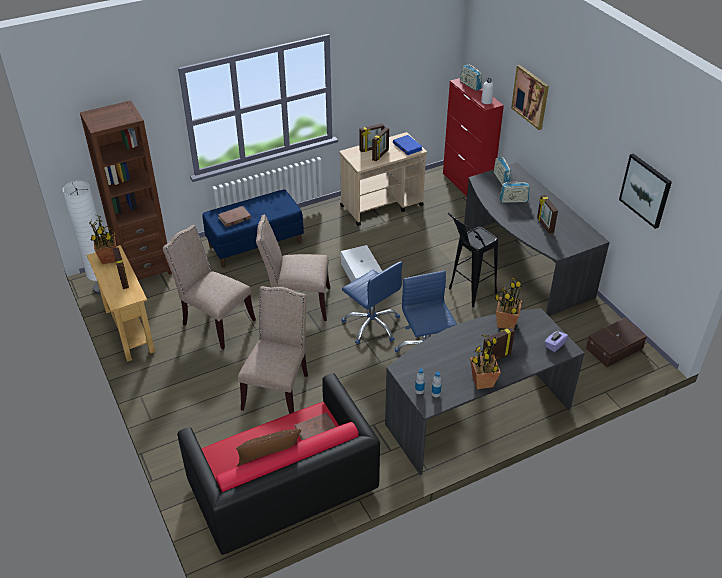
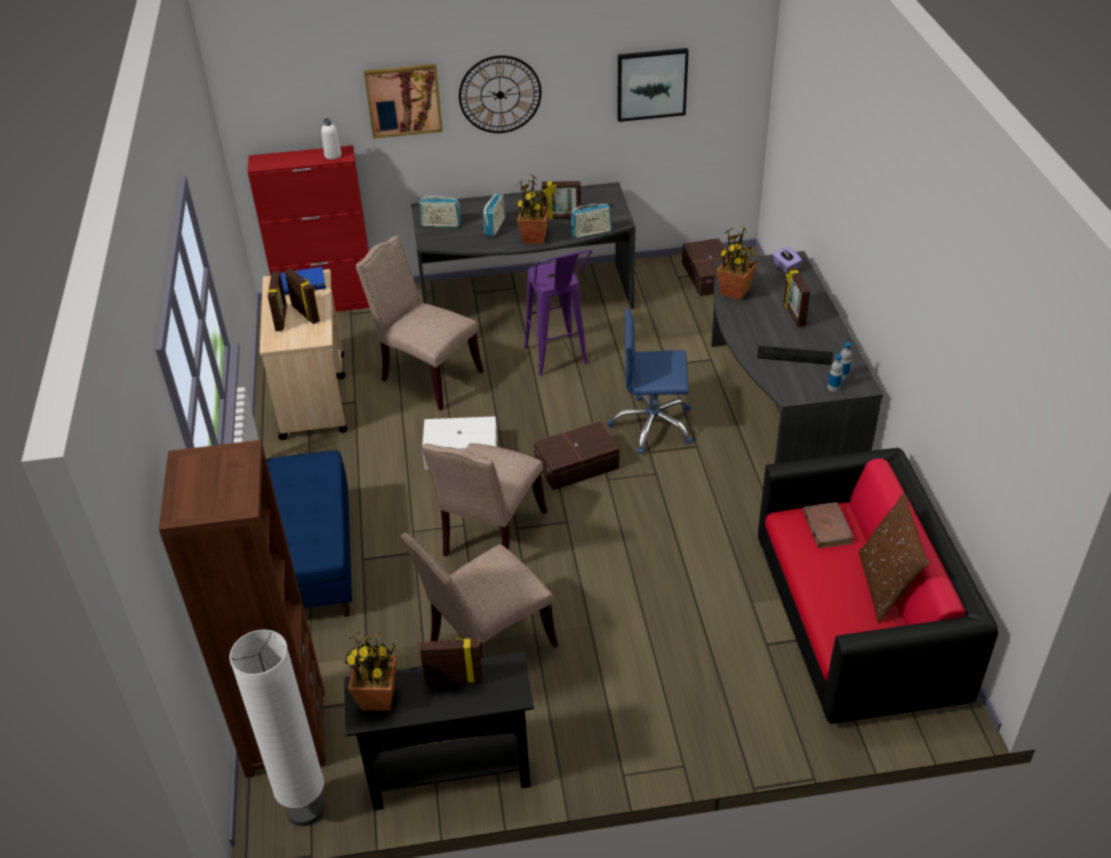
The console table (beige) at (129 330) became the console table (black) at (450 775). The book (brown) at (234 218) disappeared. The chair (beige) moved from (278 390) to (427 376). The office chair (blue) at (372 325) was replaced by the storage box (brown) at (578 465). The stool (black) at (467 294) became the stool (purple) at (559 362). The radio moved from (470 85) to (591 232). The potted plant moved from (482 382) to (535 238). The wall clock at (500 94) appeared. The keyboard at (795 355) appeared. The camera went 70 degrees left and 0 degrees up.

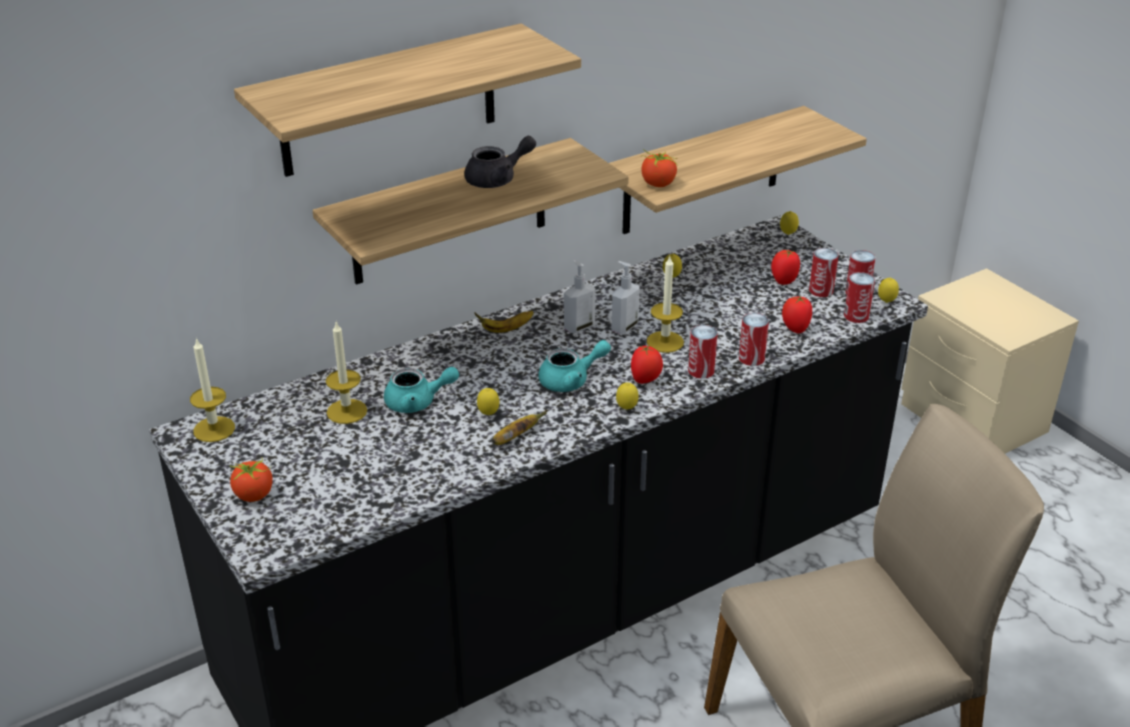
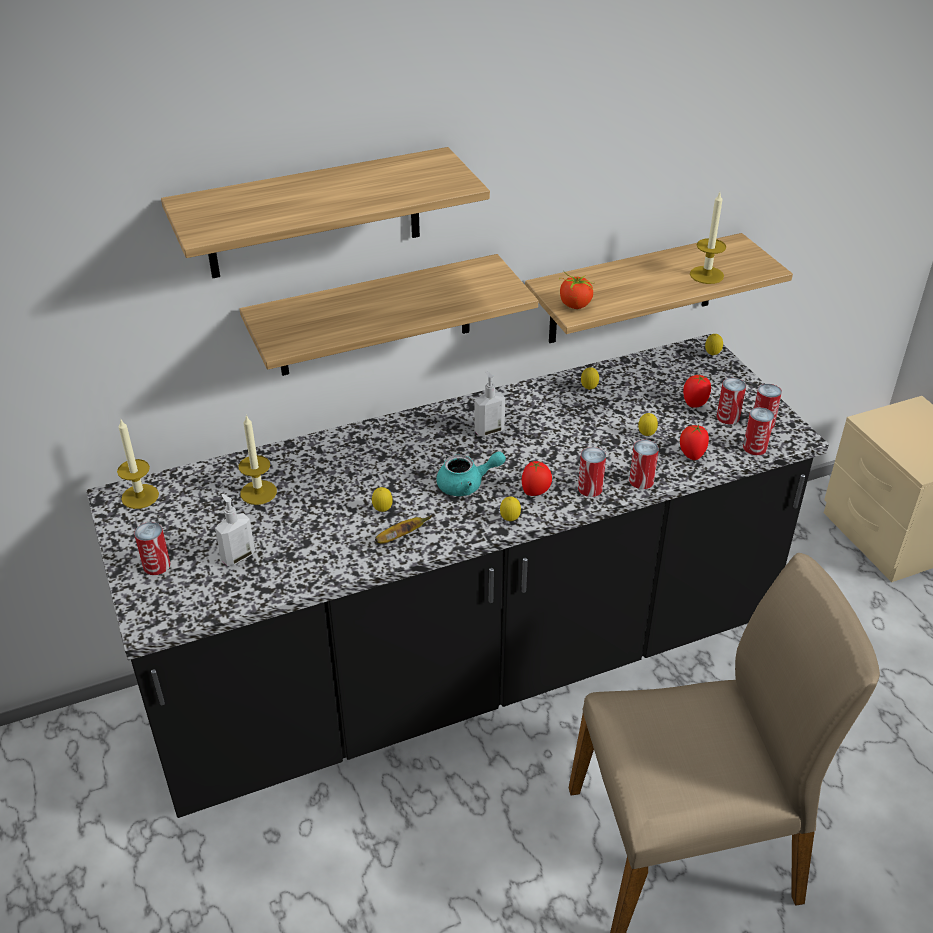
The tomato at (254 495) was replaced by the can at (156 565). The teapot (turquoise) at (418 402) disappeared. The teapot (grey) at (498 179) disappeared. The banana at (506 329) disappeared. The soap dispenser moved from (624 327) to (238 556). The candle moved from (665 342) to (706 275). The lemon moved from (886 302) to (646 435). The camera went 10 degrees right and 5 degrees up.

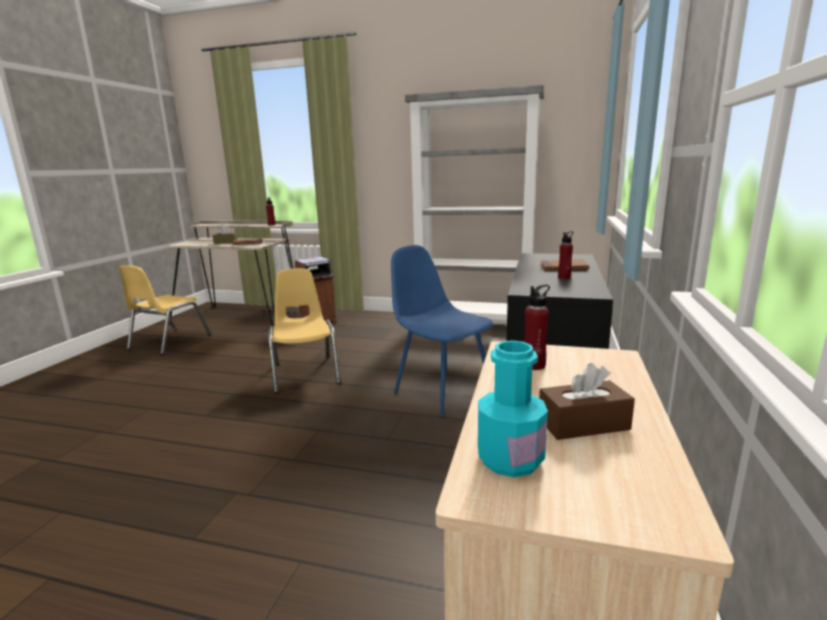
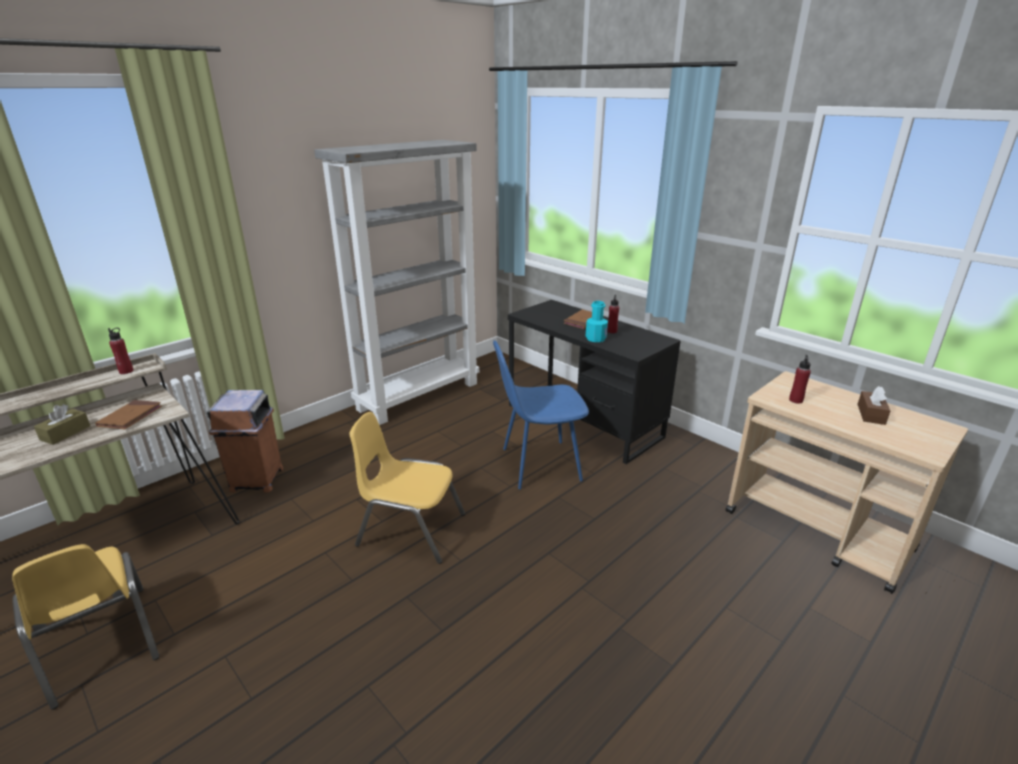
The bottle (turquoise) moved from (510 459) to (595 338). The camera went 60 degrees left and 10 degrees up.

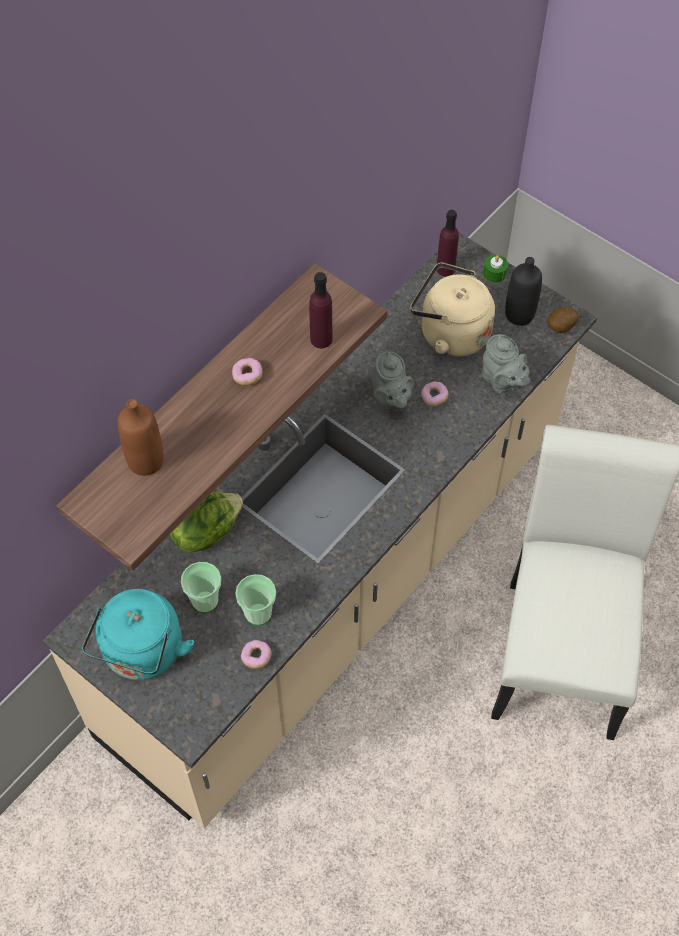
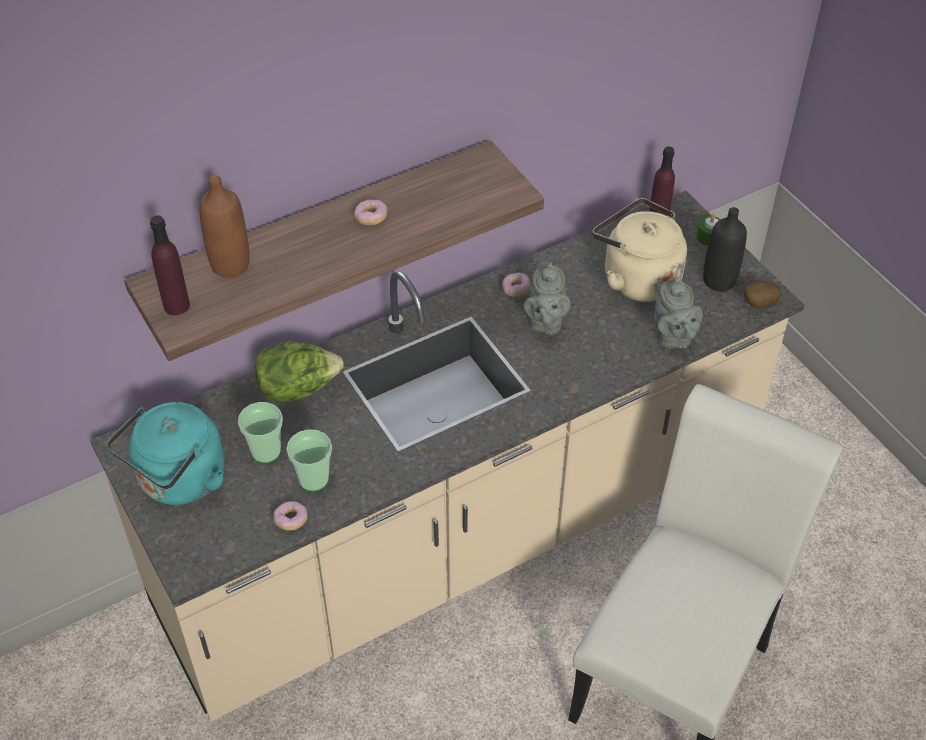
The bottle (purple) moved from (321 339) to (176 305). The donut moved from (434 397) to (516 289). The camera went 20 degrees right and 10 degrees down.

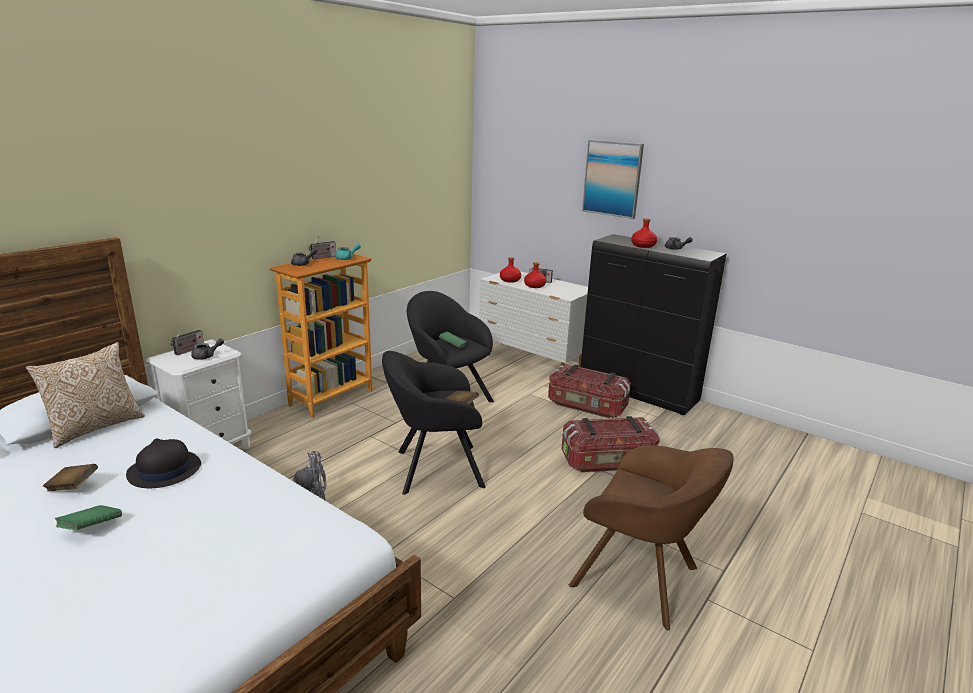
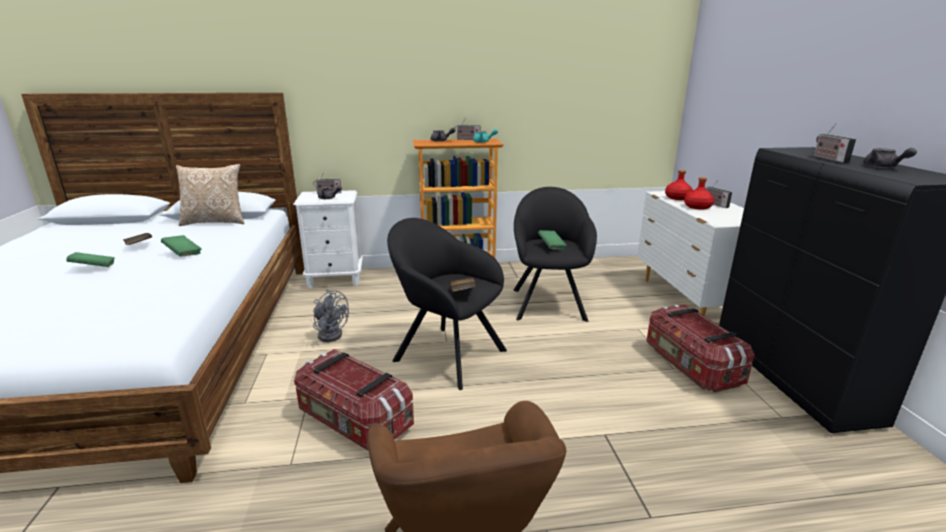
The hat (black) at (164 470) was replaced by the book (green) at (183 254). The storage box moved from (608 462) to (354 421). The picture at (612 179) disappeared. The bottle (red) at (643 245) was replaced by the radio at (828 159). The camera went 45 degrees right and 0 degrees up.

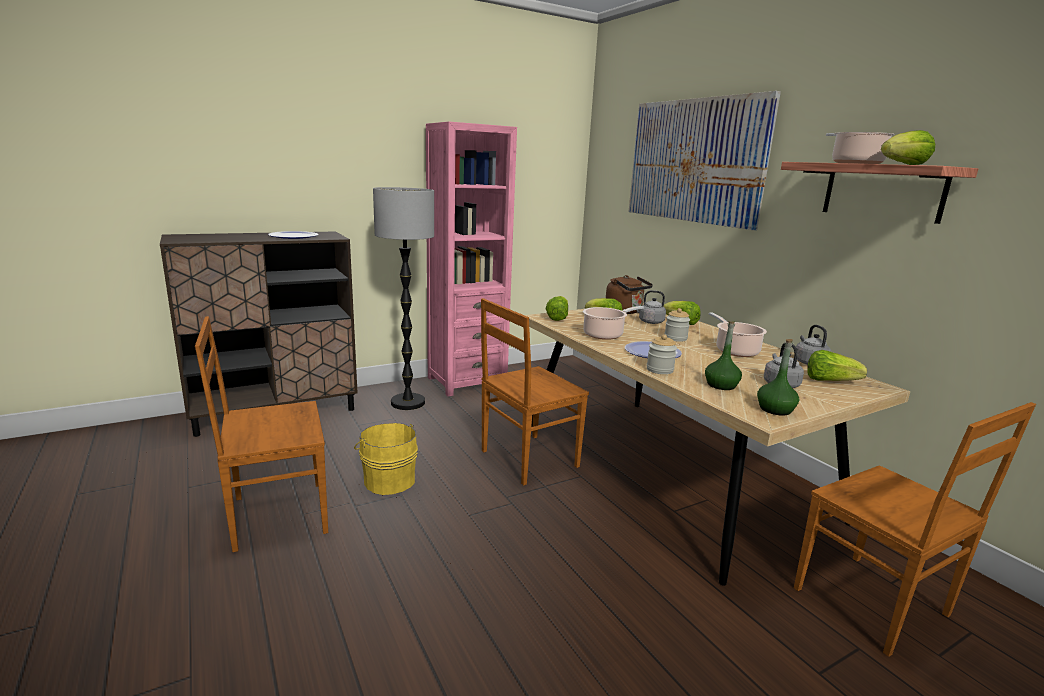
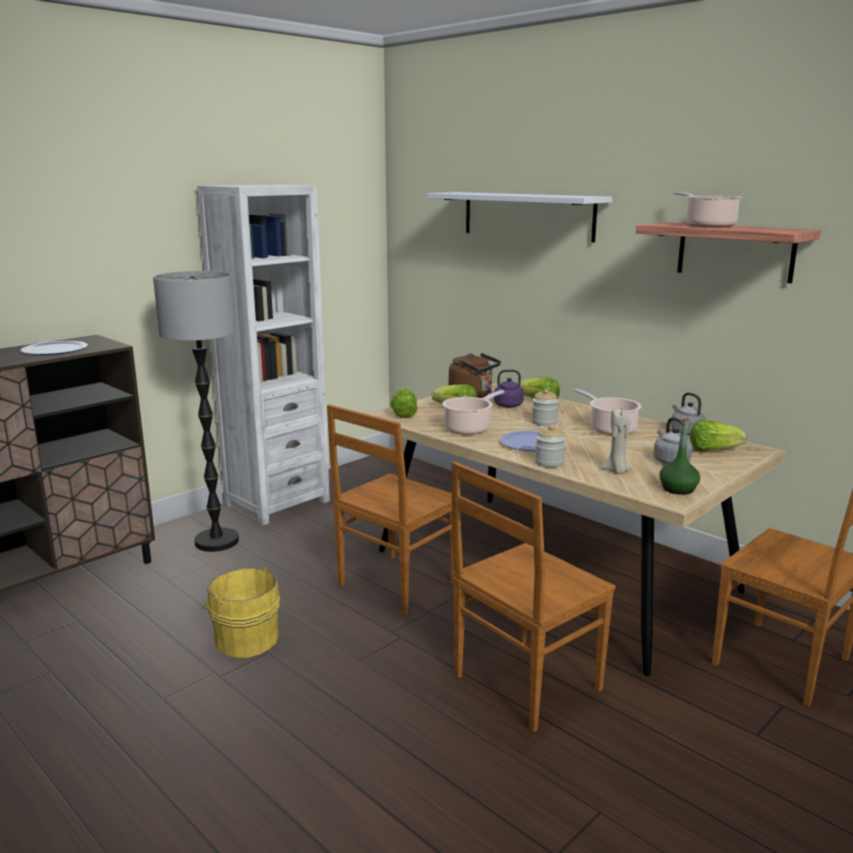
The chair (brown) moved from (276 515) to (524 684). The bookcase (pink) at (466 382) became the bookcase (white) at (277 503). The picture at (694 161) was replaced by the shelf (white) at (527 215). The kettle (grey) at (649 322) became the kettle (purple) at (506 405). The bottle (green) at (721 385) was replaced by the candle (beige) at (616 471). The lettuce at (904 164) disappeared. The camera went 15 degrees left and 0 degrees up.

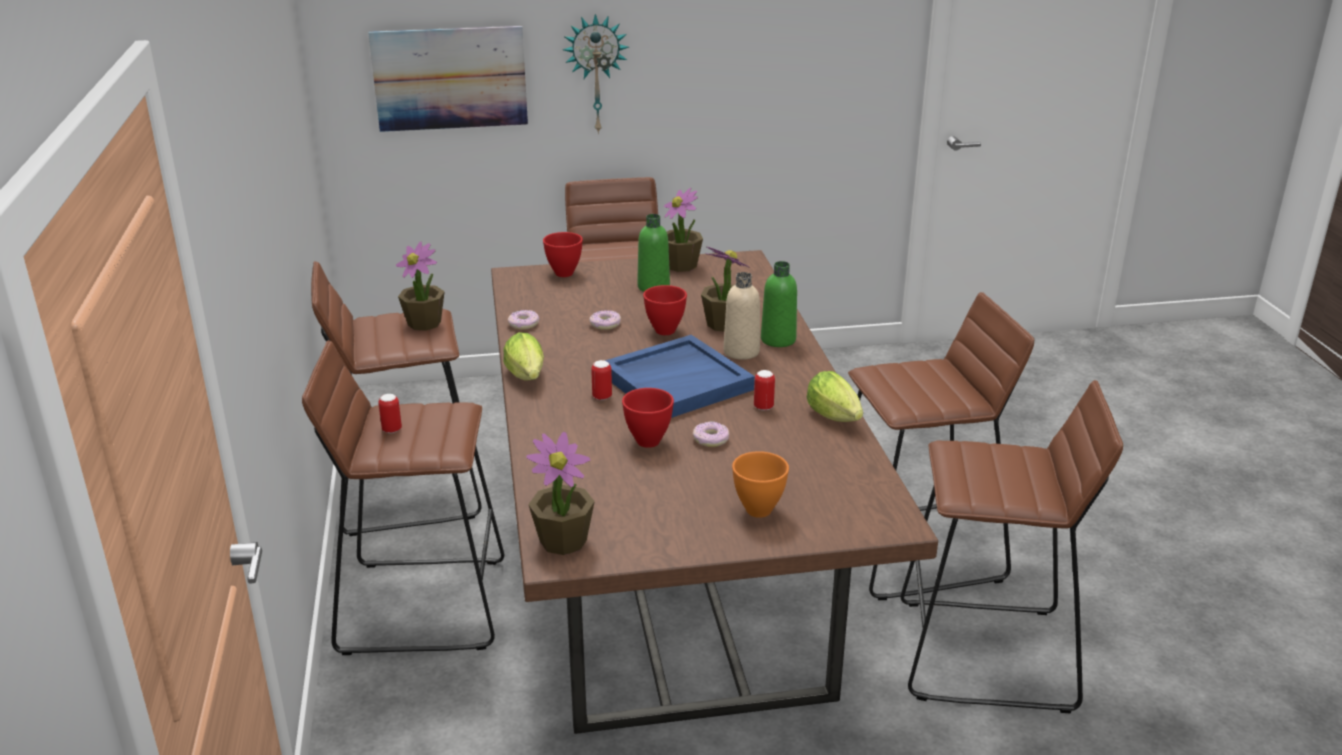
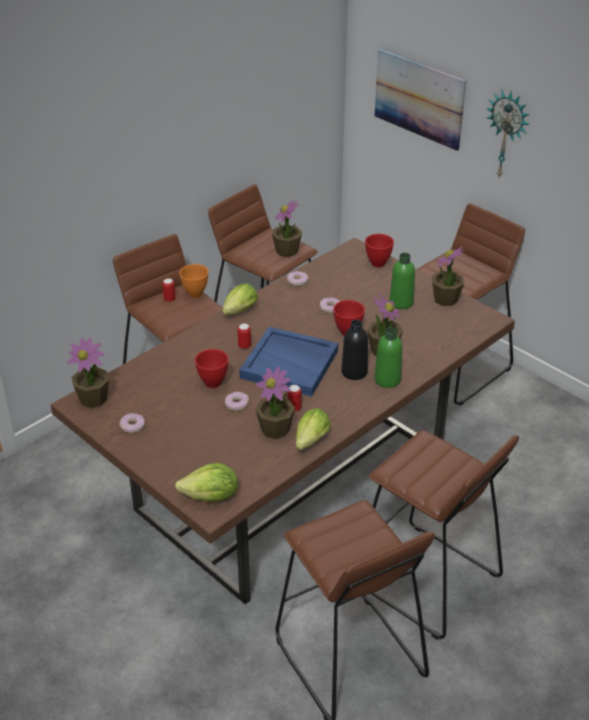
The bottle (beige) at (741 352) became the bottle (black) at (354 372). The bowl (orange) moved from (760 509) to (196 294). The donut at (132 426) appeared. The lettuce at (211 497) appeared. The potted plant at (275 429) appeared. The camera went 55 degrees right and 10 degrees up.

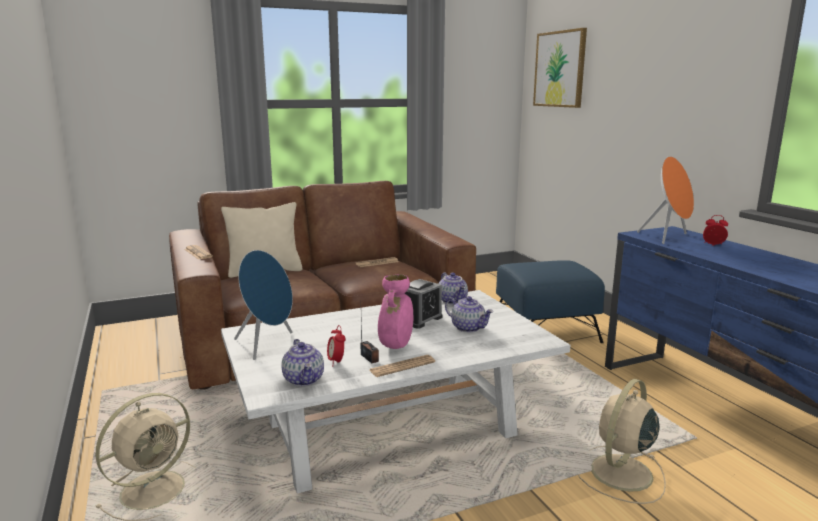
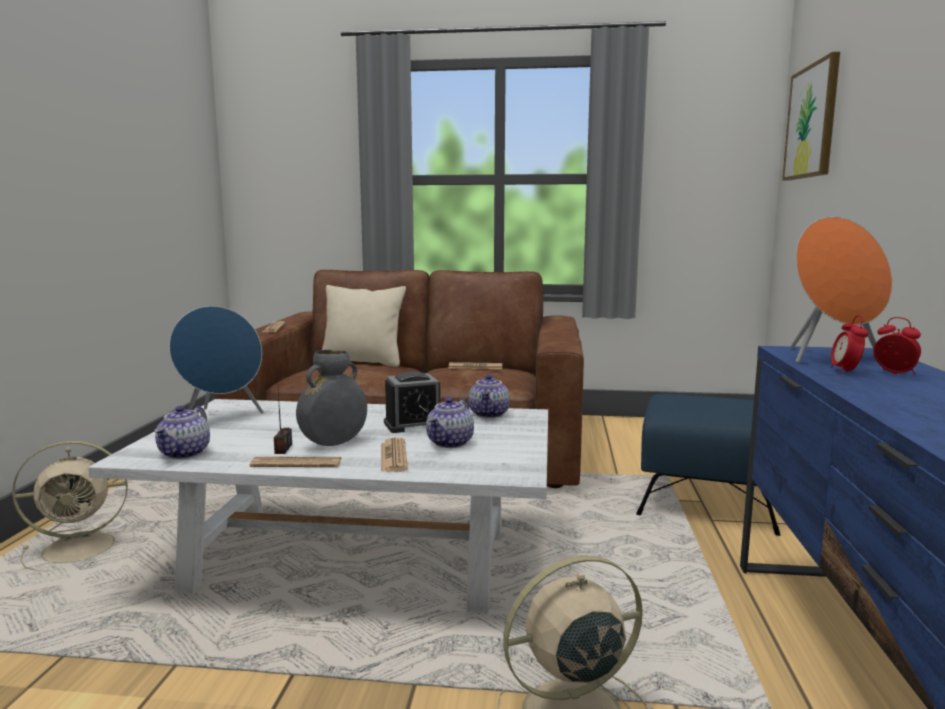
The alarm clock moved from (336 362) to (845 372). The vase (pink) at (396 346) became the vase (grey) at (333 444). The teapot at (468 328) turned 45 degrees clockwise. The newspaper at (393 456) appeared. The camera went 30 degrees right and 5 degrees down.

